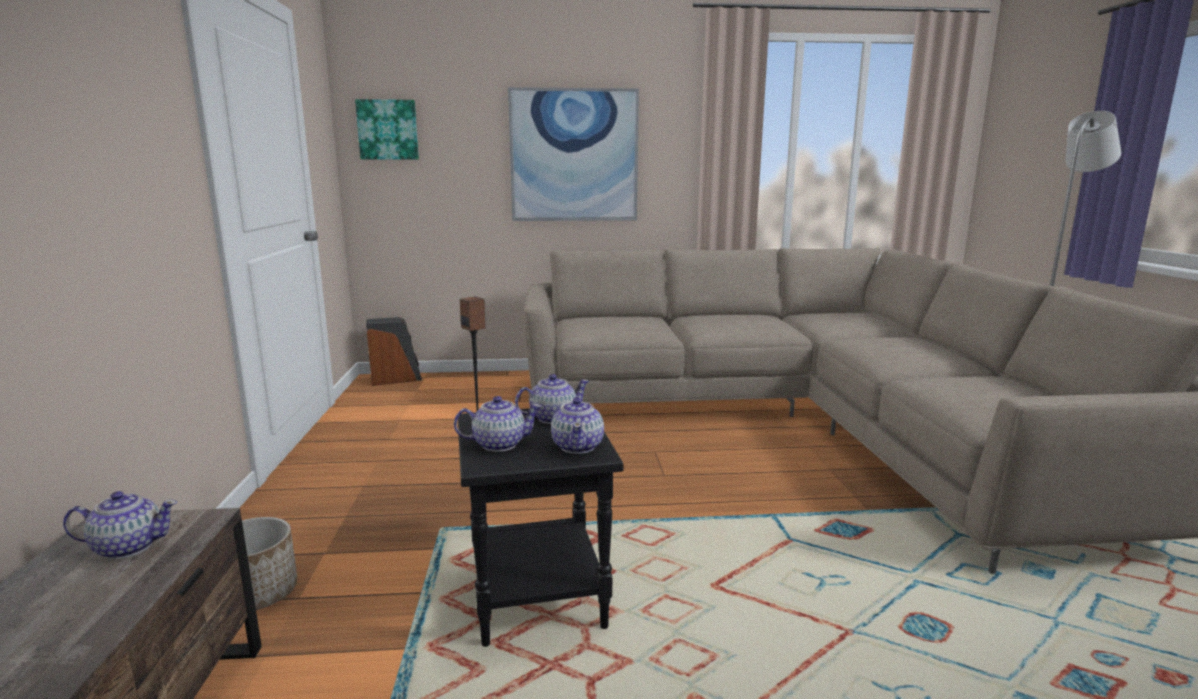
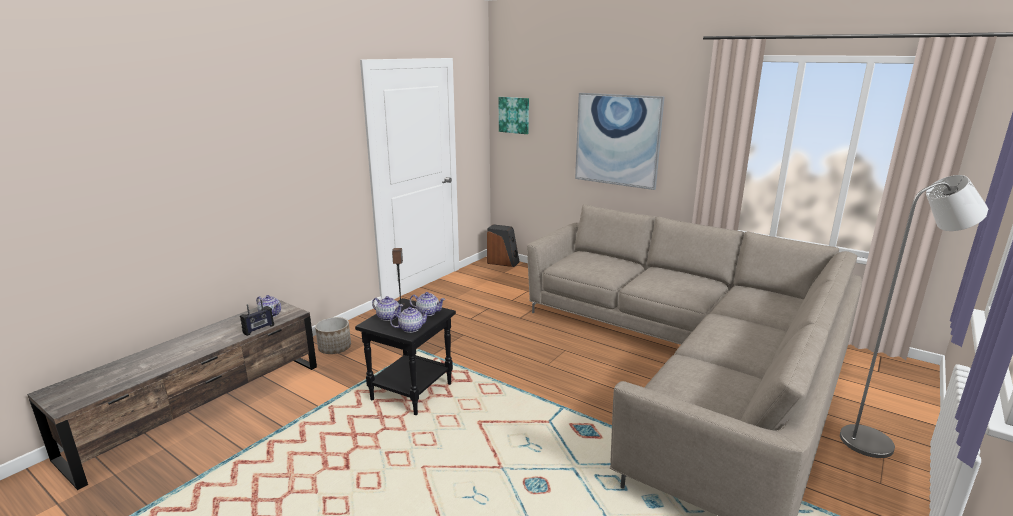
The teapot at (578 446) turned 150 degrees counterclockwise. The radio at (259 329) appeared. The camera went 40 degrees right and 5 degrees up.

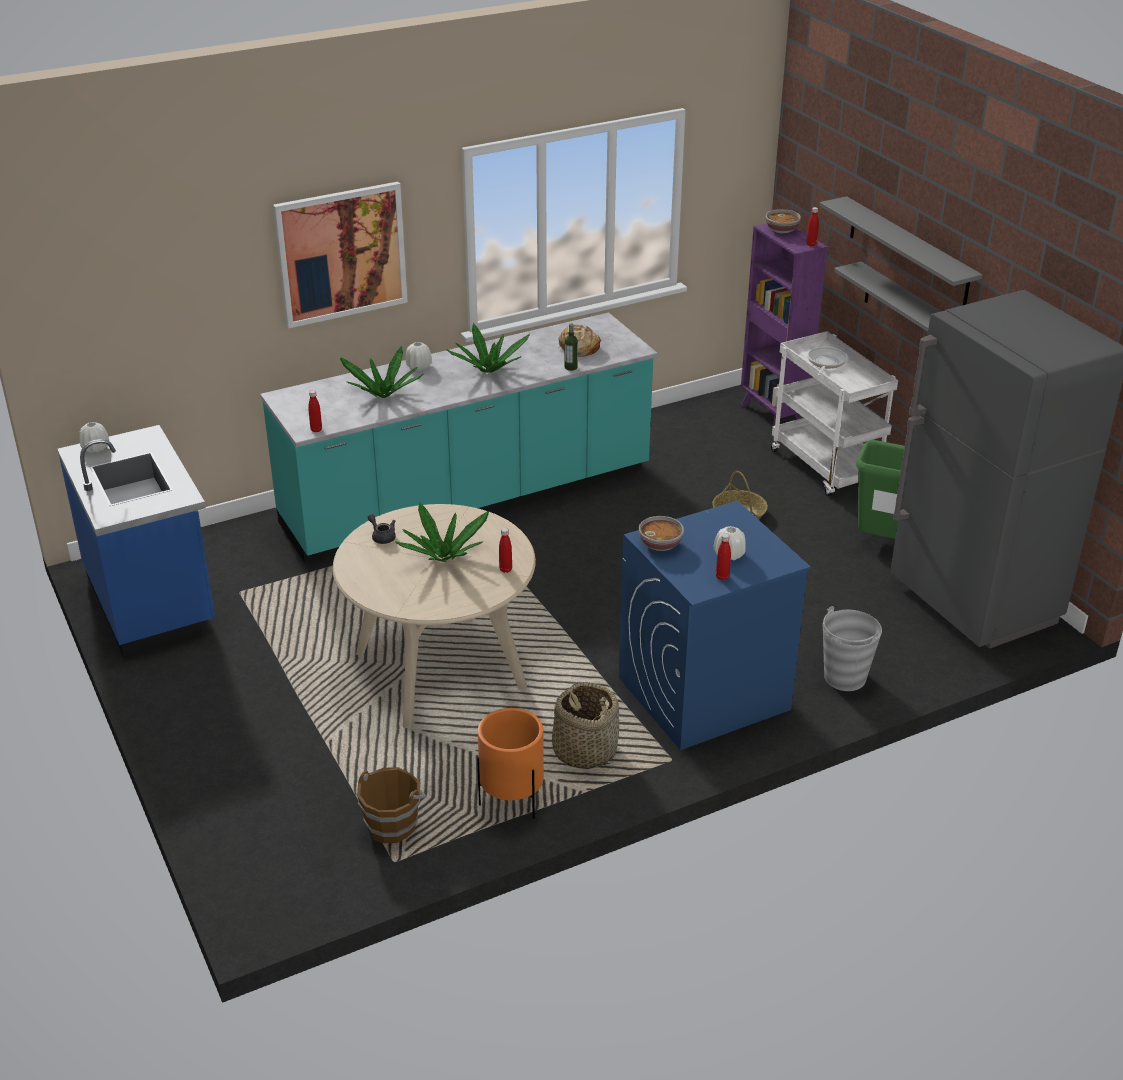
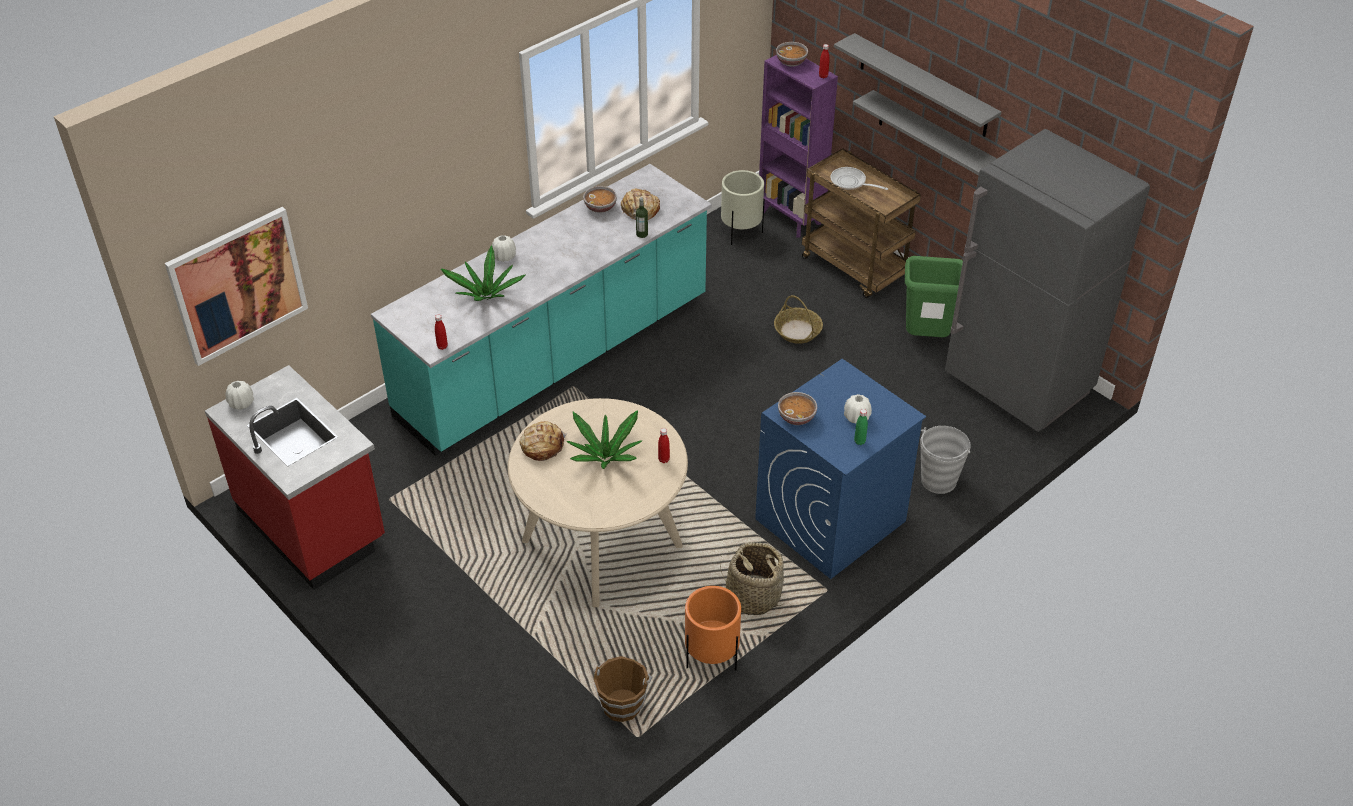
The counter (blue) at (153 601) became the counter (red) at (313 524). The picture moved from (341 254) to (238 285). The teapot (grey) at (382 536) was replaced by the bread at (542 445). The potted plant at (489 370) disappeared. The bottle (red) at (722 577) became the bottle (green) at (859 441). The cart (white) at (826 468) became the cart (brown) at (855 268). The frying pan at (825 363) turned 60 degrees counterclockwise. The bowl at (600 207) appeared. The planter (beige) at (741 233) appeared. The camera went 15 degrees left and 10 degrees up.

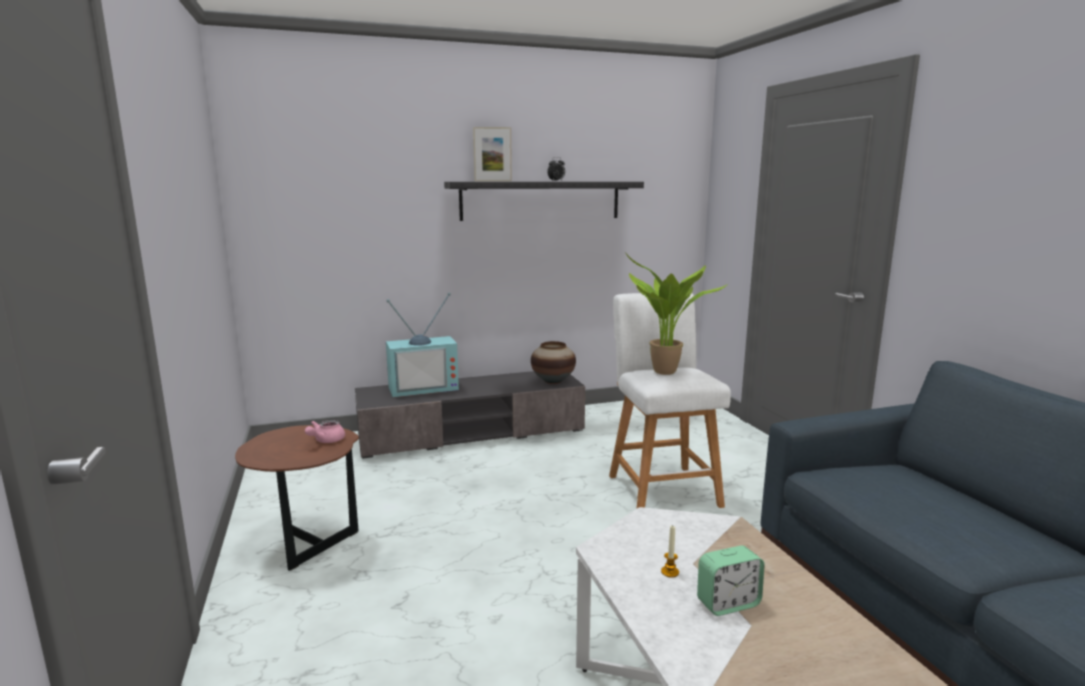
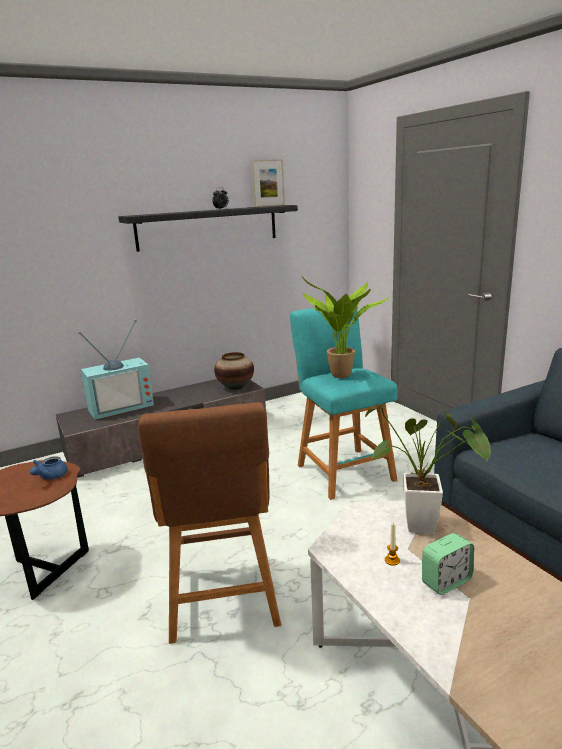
The teapot (pink) at (326 441) became the teapot (blue) at (50 476). The picture frame moved from (493 181) to (269 206). The stool (white) at (661 488) became the stool (turquoise) at (343 470). The stool (brown) at (223 601) appeared. The potted plant at (428 527) appeared. The camera went 10 degrees left and 5 degrees up.

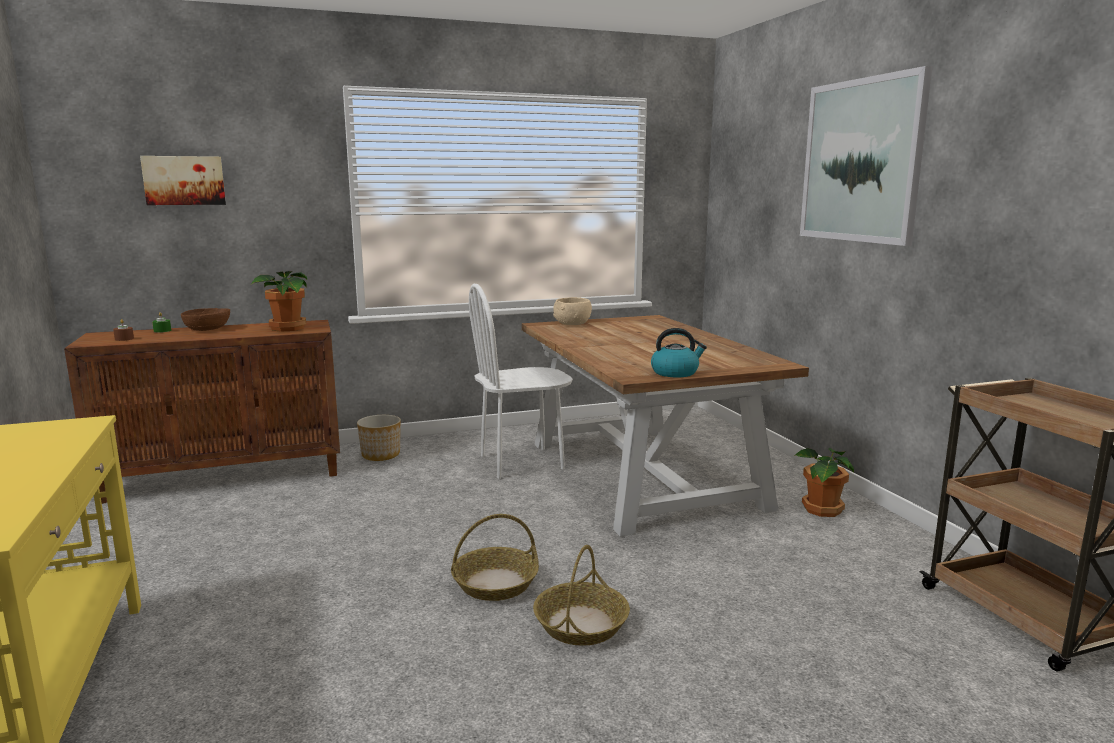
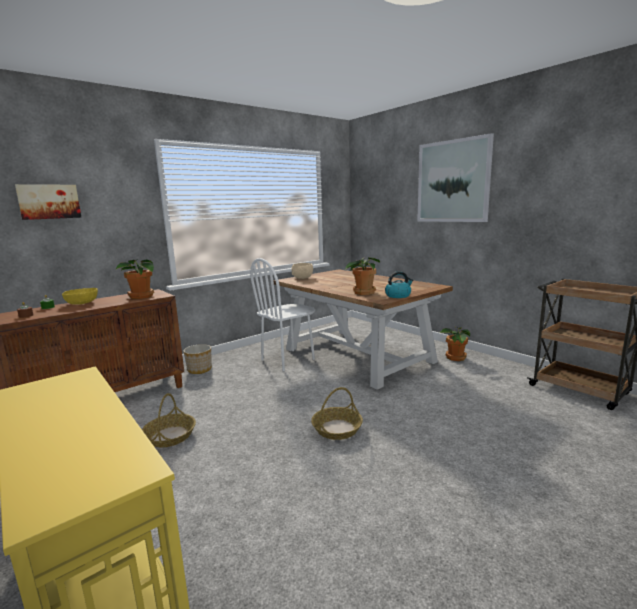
The bowl (brown) at (207 329) became the bowl (yellow) at (82 303). The basket moved from (581 625) to (170 436). The potted plant at (363 292) appeared. The camera went 20 degrees left and 0 degrees up.

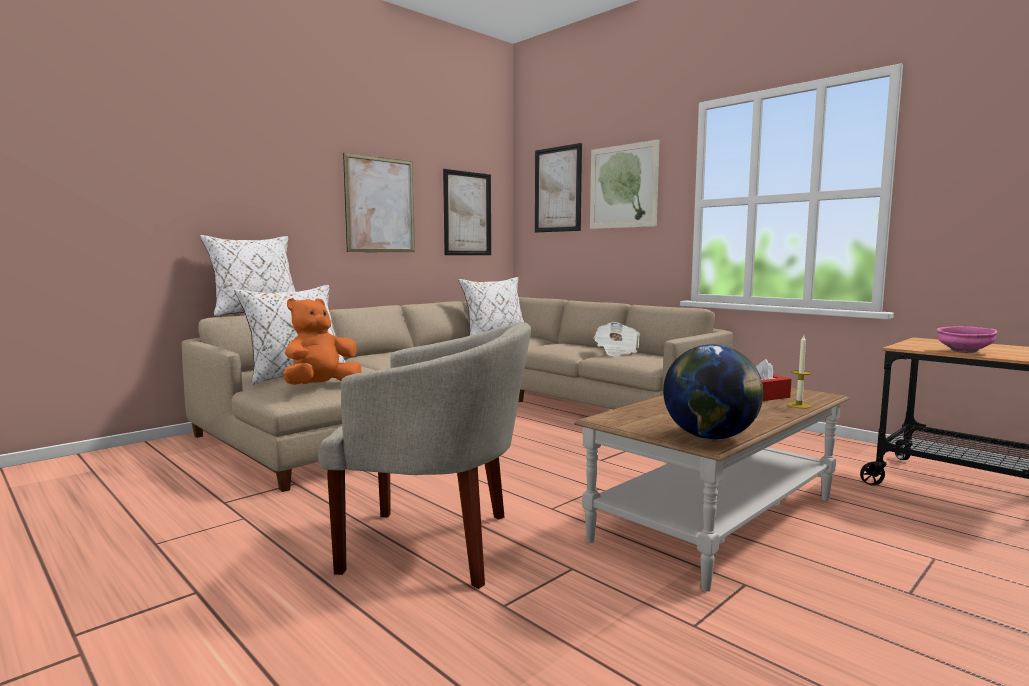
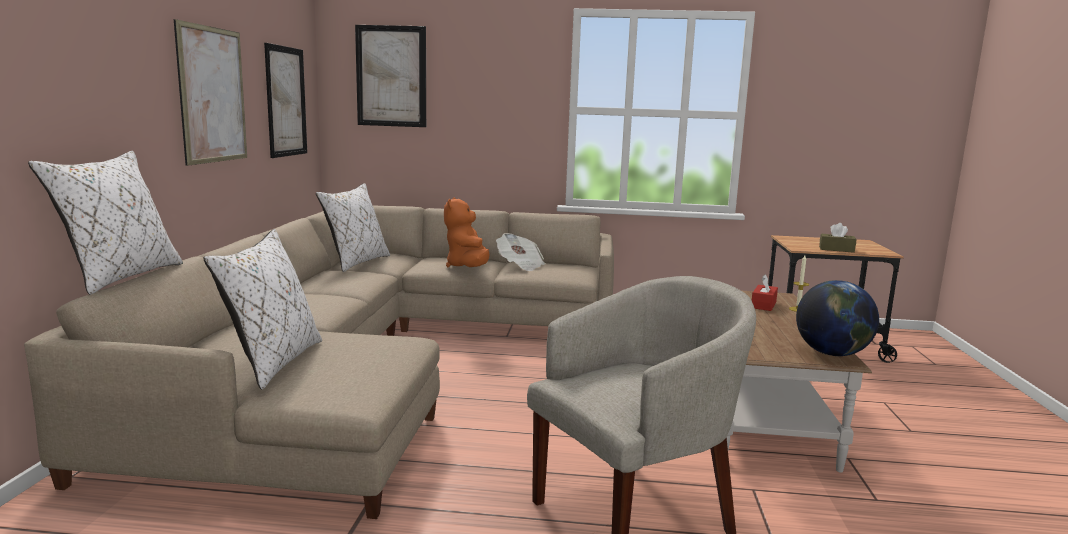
The plush toy (orange) moved from (321 387) to (468 267). The picture at (623 186) disappeared. The bowl (pink) at (963 352) was replaced by the tissue box (brown) at (836 249). The camera went 40 degrees left and 5 degrees up.

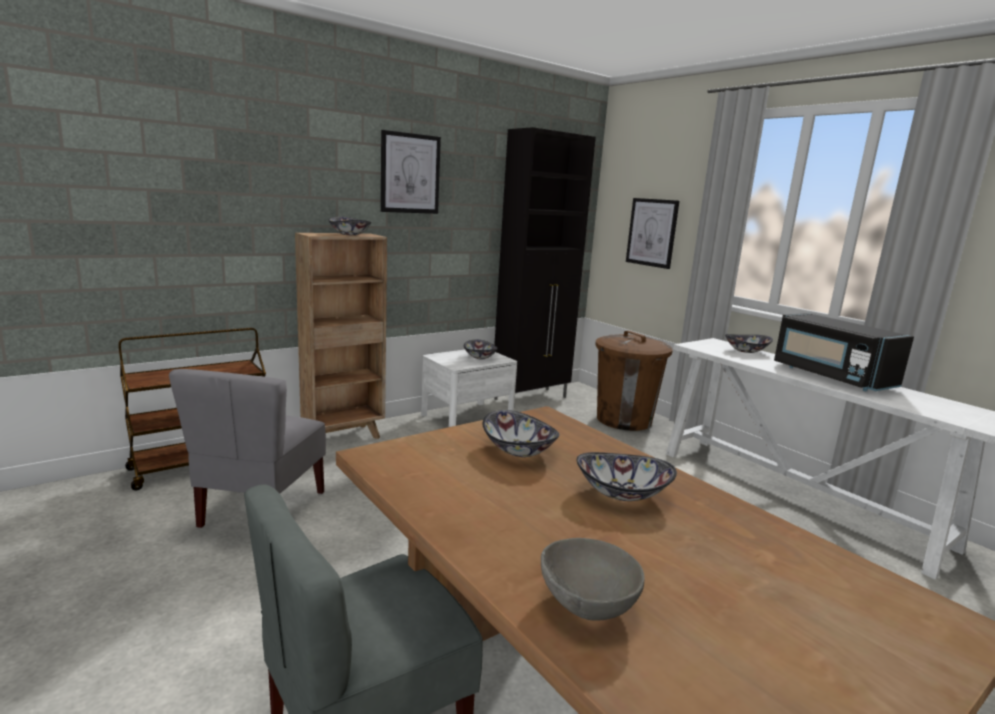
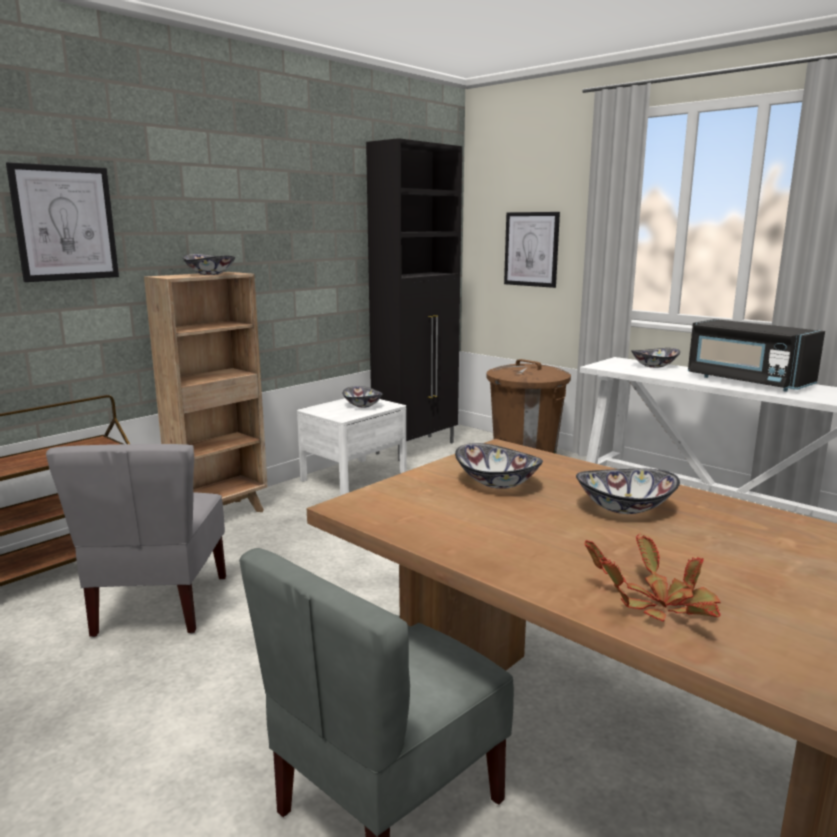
The picture moved from (410 173) to (65 223). The bowl (grey) at (588 605) was replaced by the potted plant at (658 605). The camera went 10 degrees left and 0 degrees up.

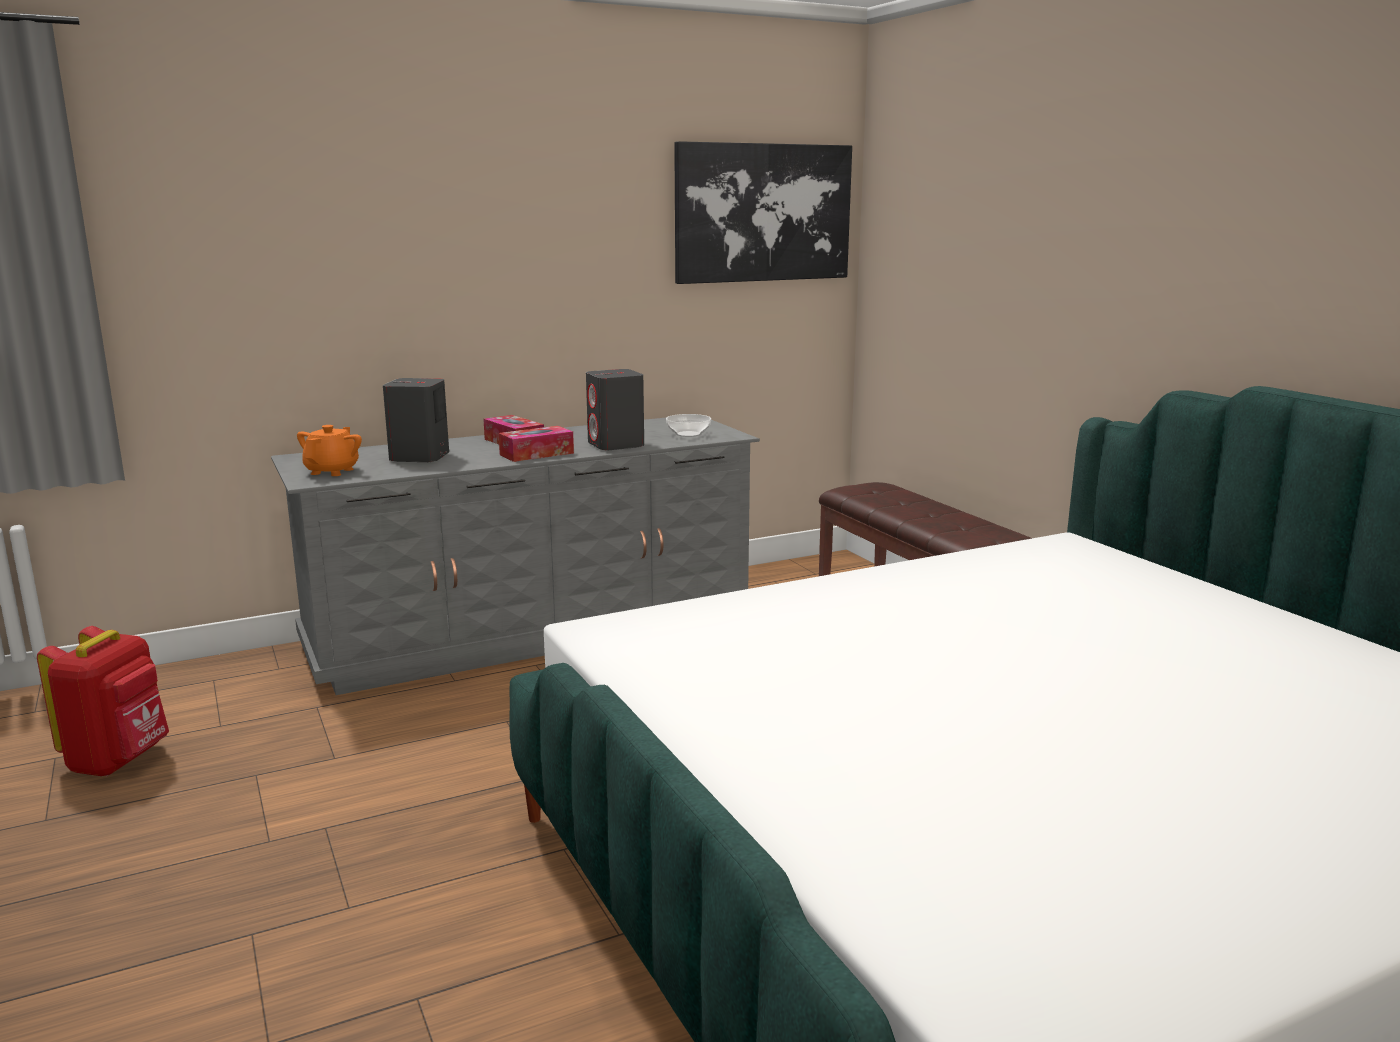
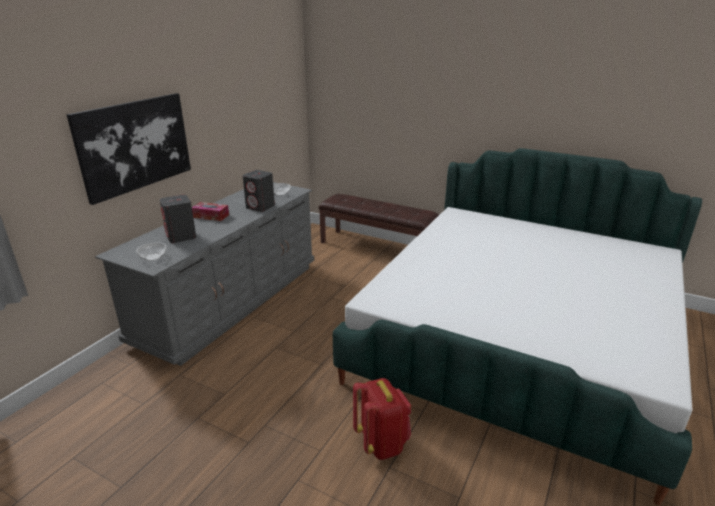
The backpack (red) moved from (119 760) to (382 443). The teapot (orange) at (332 471) was replaced by the bowl at (153 257). The tissue box at (536 454) disappeared. The picture moved from (763 213) to (135 145). The camera went 35 degrees left and 10 degrees up.

